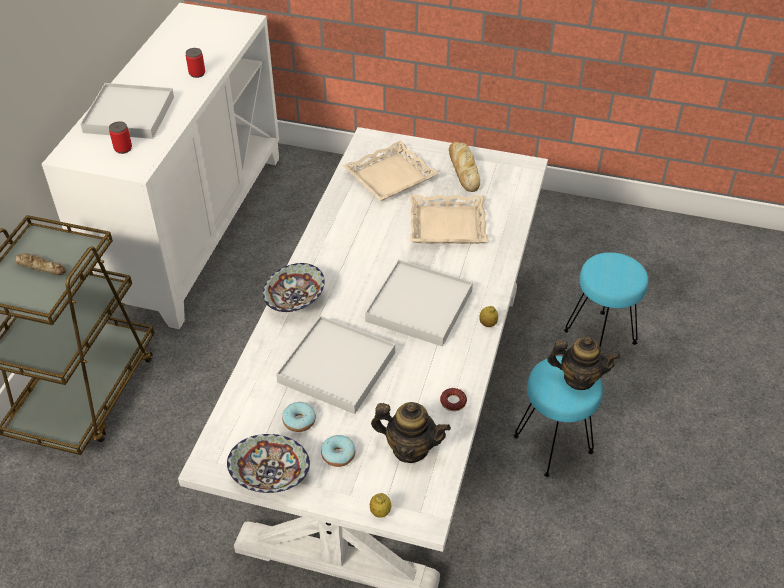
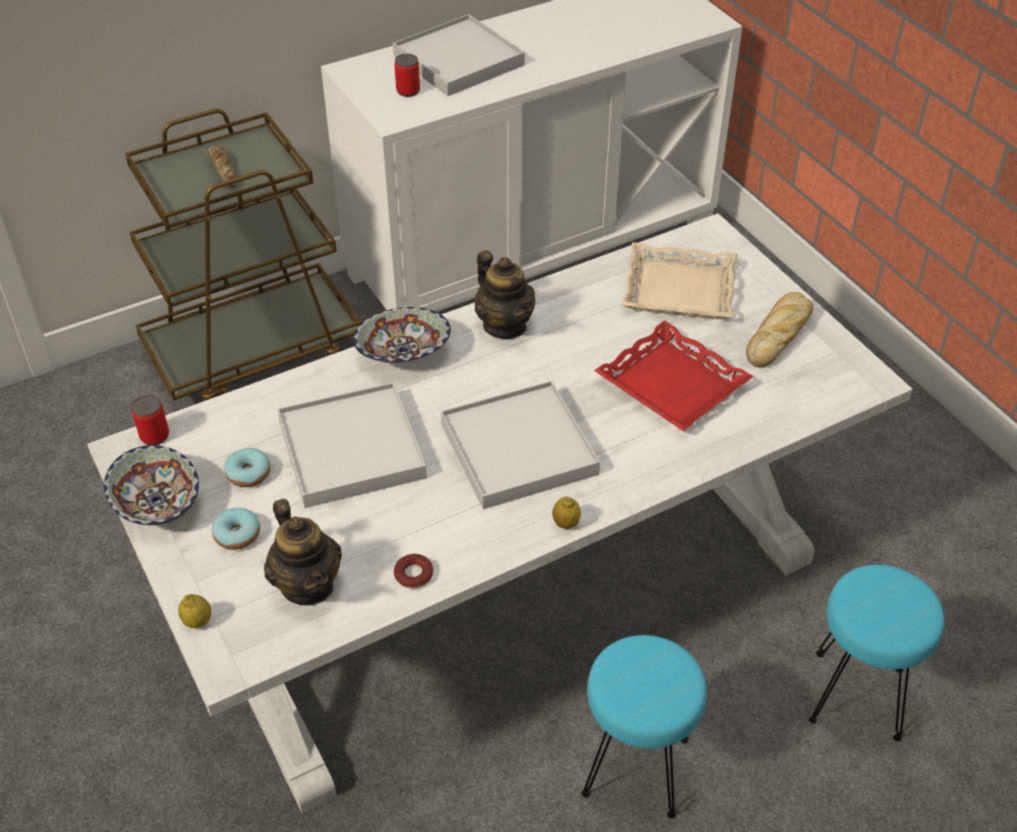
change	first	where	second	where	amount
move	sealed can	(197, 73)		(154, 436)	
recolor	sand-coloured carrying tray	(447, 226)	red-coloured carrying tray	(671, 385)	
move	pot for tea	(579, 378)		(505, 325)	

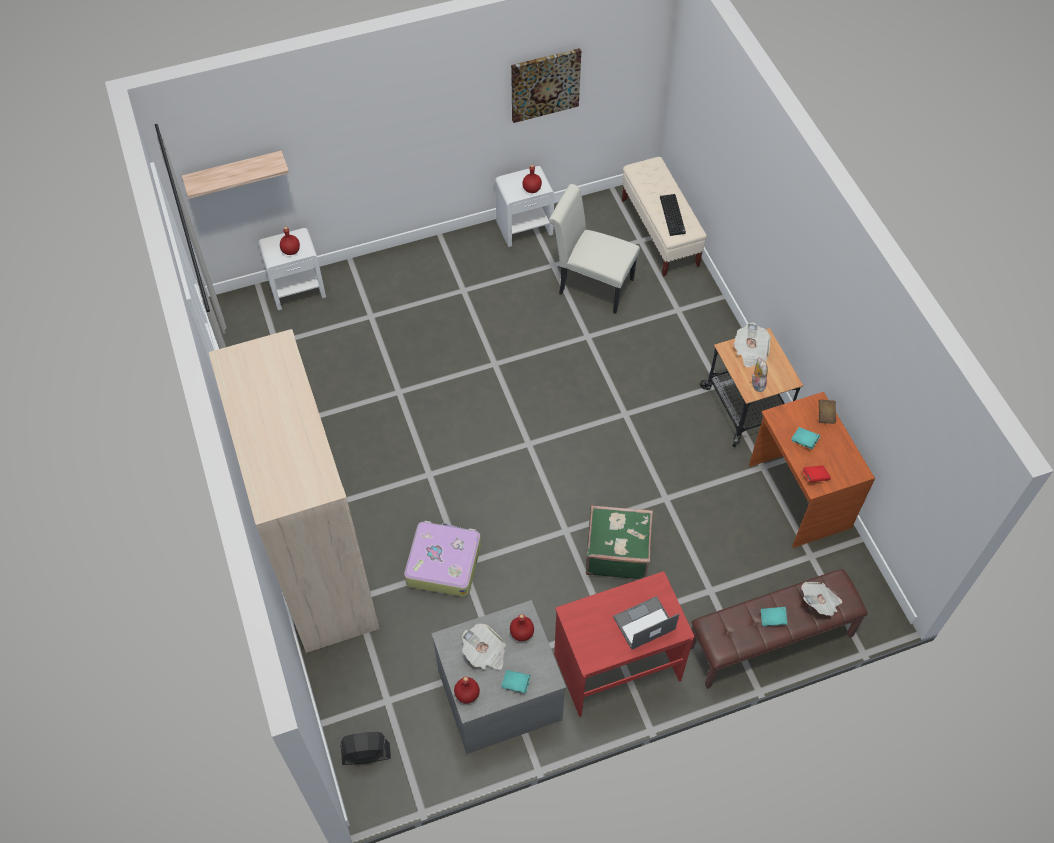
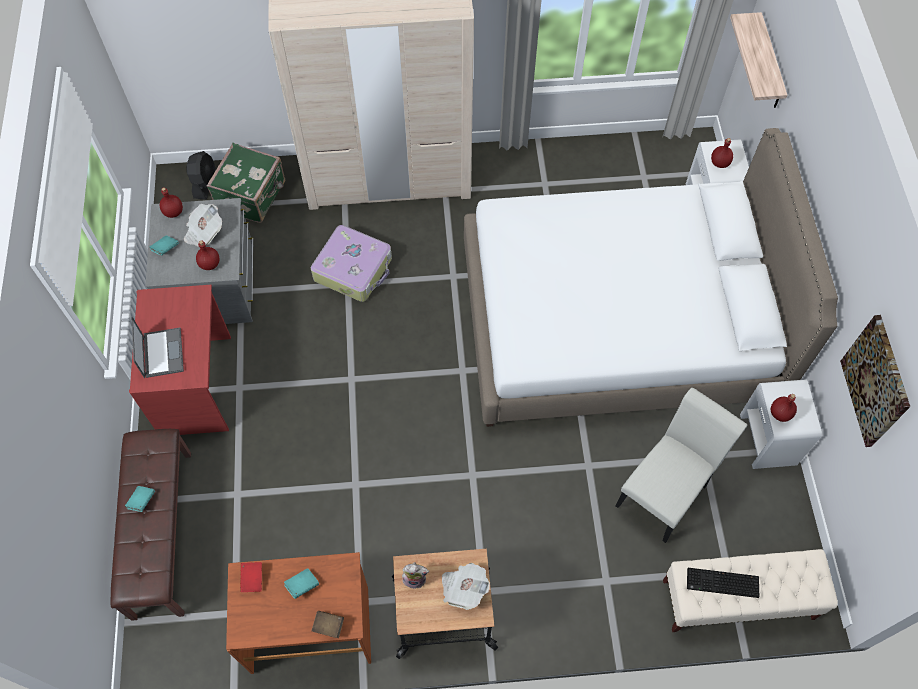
change	first	where	second	where	amount
move	greenish piece of luggage	(616, 551)		(252, 196)	
delete	newspaper	(819, 603)			
insert			white-coloured sleeping bed	(616, 322)	

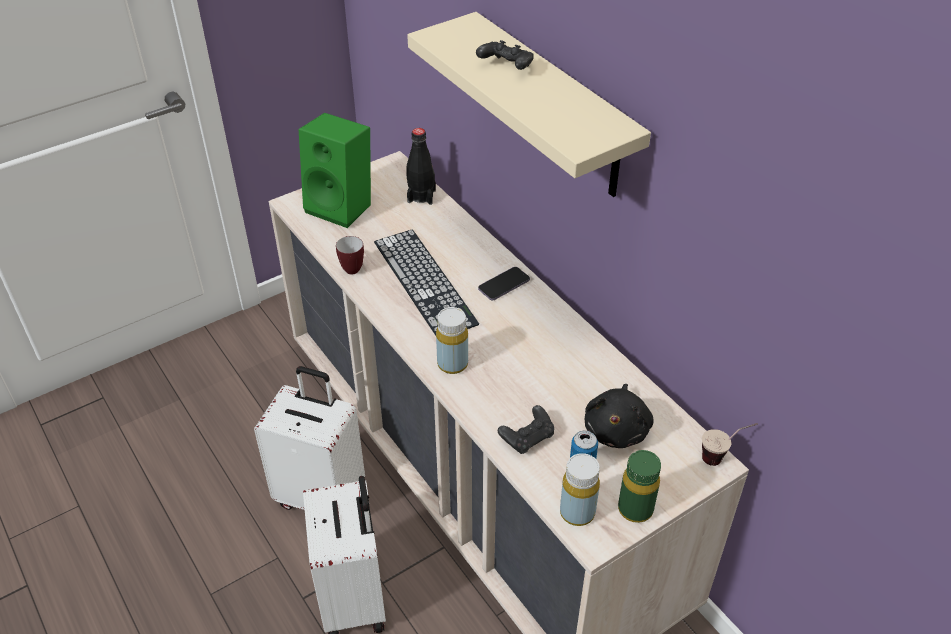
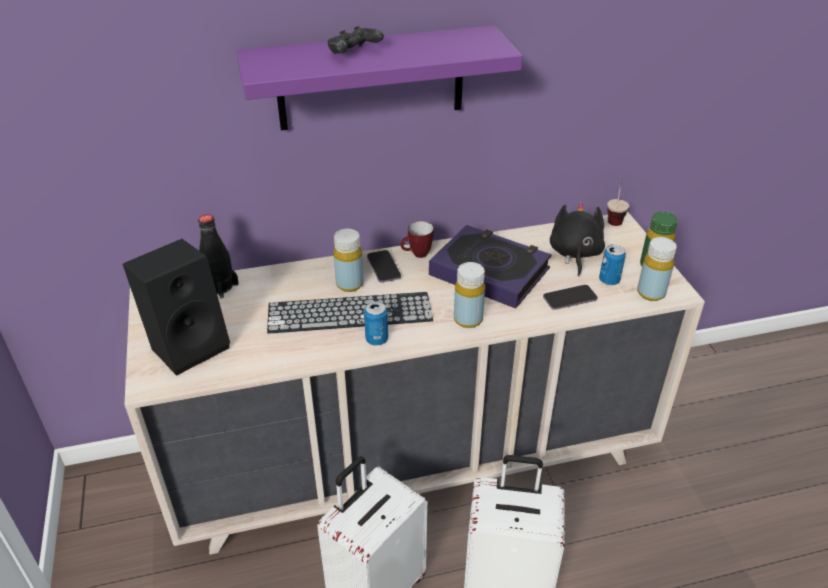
change	first	where	second	where	amount
recolor	greenish audio speaker	(343, 206)	black-coloured audio speaker	(189, 345)	
move	coffee mug	(349, 268)		(417, 255)	
recolor	sand-coloured wall shelf	(553, 107)	purple wall shelf	(371, 79)	
replace	black-coloured gamepad	(527, 438)	handset	(569, 298)	
rotate	black-coloured plush toy	(617, 429)		(574, 254)	120 degrees counterclockwise
insert			yellow-coloured beverage bottle	(349, 284)	
insert			sealed can	(376, 339)	
insert			book	(489, 272)	

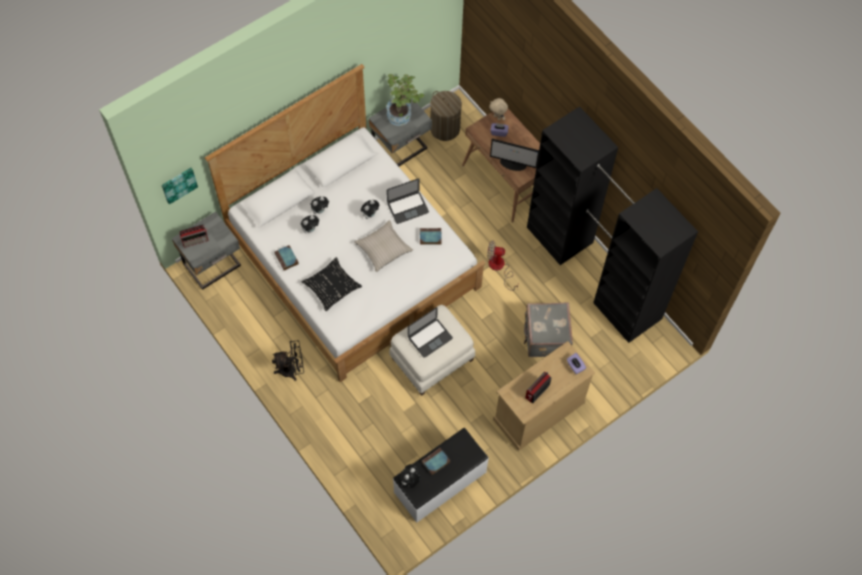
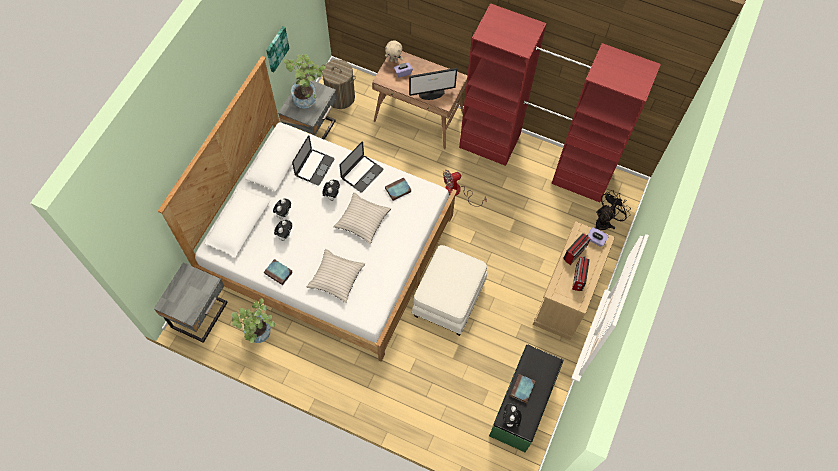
change	first	where	second	where	amount
move	wall picture	(179, 184)		(276, 48)	
move	radio	(196, 240)		(575, 253)	
move	black-coloured electric fan	(292, 370)		(605, 222)	
recolor	black-coloured throw pillow	(331, 286)	sand-coloured throw pillow	(336, 278)	
recolor	white-coloured long seat	(440, 483)	greenish long seat	(523, 404)	
move	notebook computer	(430, 337)		(314, 167)	
delete	greyish piece of luggage	(545, 337)			
recolor	black-coloured wardrobe	(593, 273)	red-coloured wardrobe	(536, 159)	
insert			plant in a pot	(259, 335)	

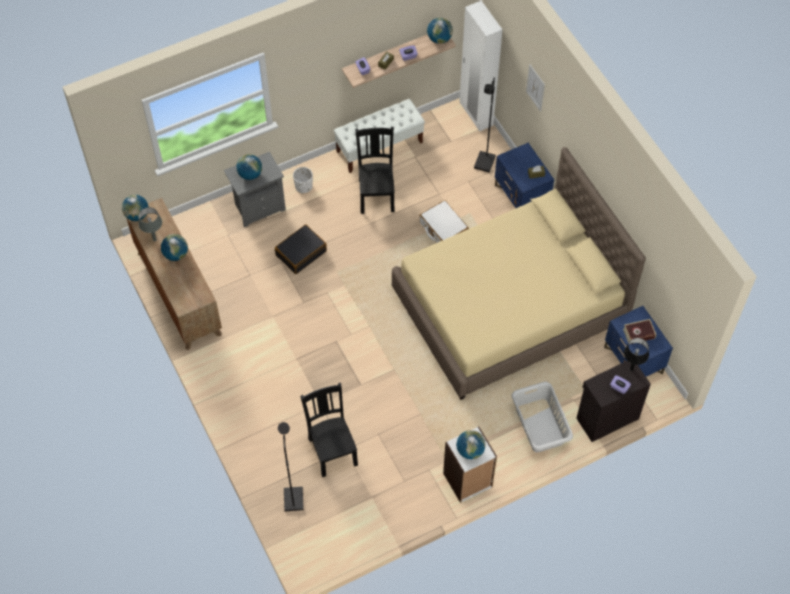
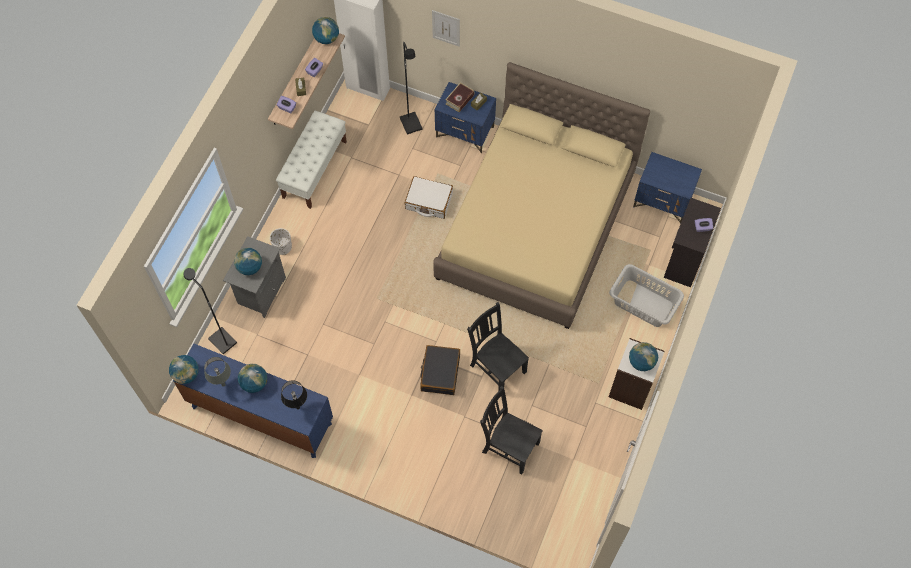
change	first	where	second	where	amount
recolor	brown-coloured drawer chest	(178, 292)	blue-coloured drawer chest	(261, 415)	
move	black-coloured piece of luggage	(301, 253)		(440, 373)	
move	black-coloured standard lamp	(293, 499)		(222, 341)	
move	black-coloured upright chair	(376, 194)		(496, 367)	
move	book	(639, 333)		(459, 99)	
move	black-coloured table lamp	(631, 369)		(298, 407)	

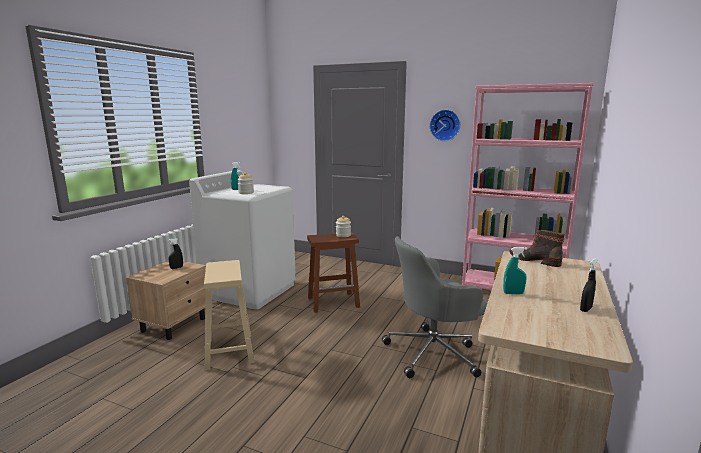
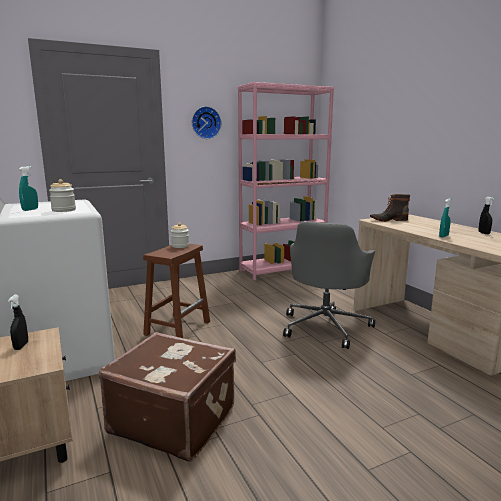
change	first	where	second	where	amount
replace	sand-coloured sitting stool	(229, 350)	brown-coloured piece of luggage	(174, 419)	

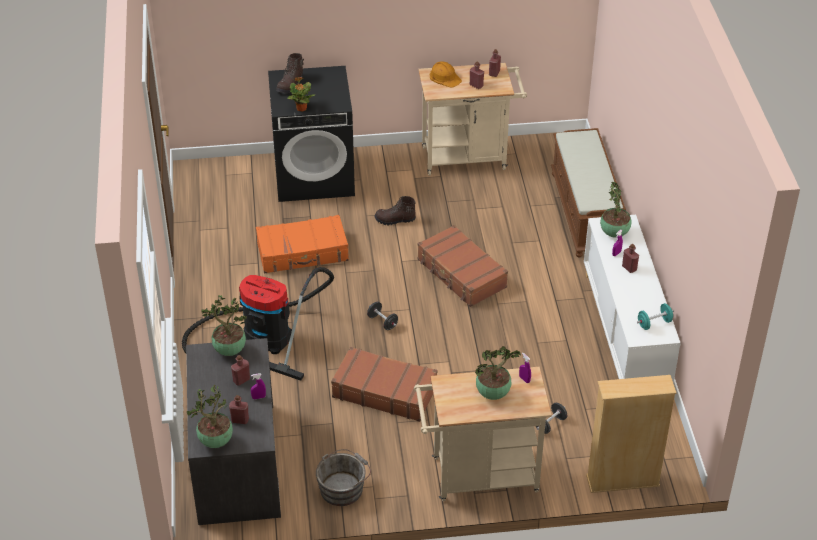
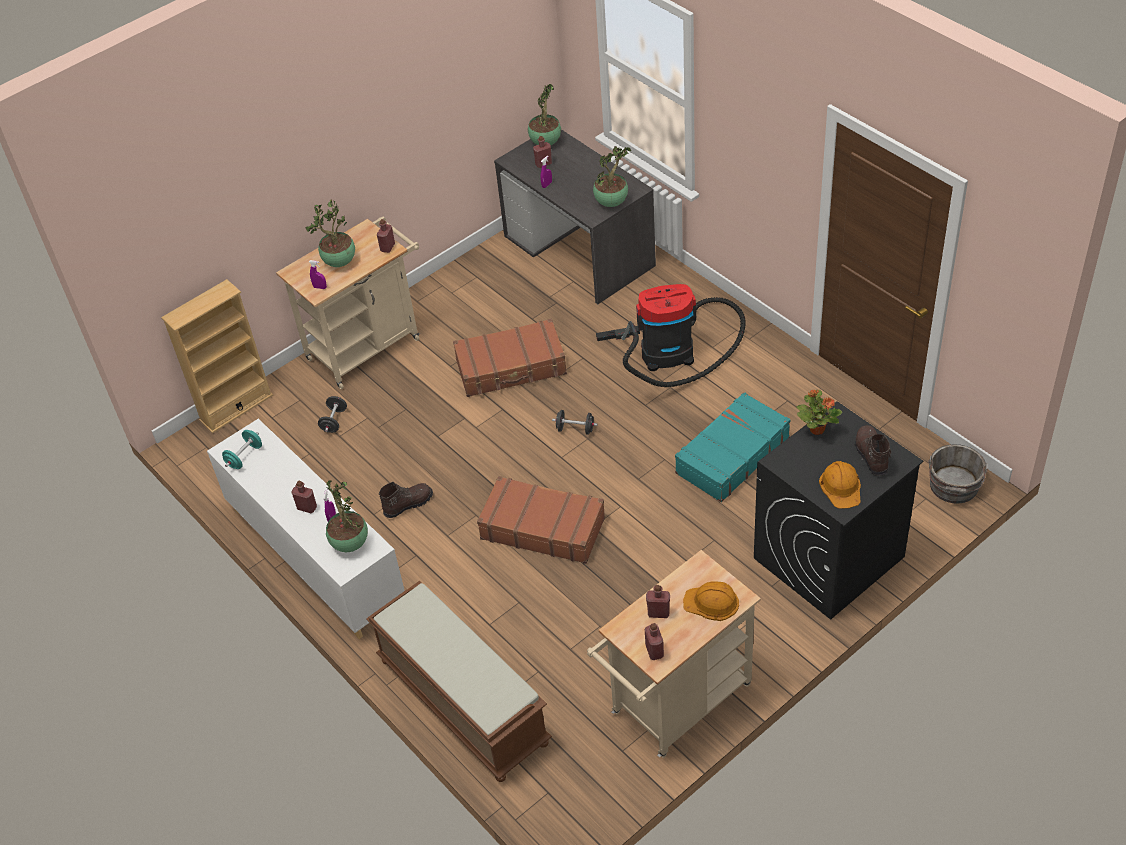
change	first	where	second	where	amount
move	red-coloured beverage bottle	(241, 380)		(387, 247)	
recolor	orangey piece of luggage	(303, 253)	turquoise-coloured piece of luggage	(731, 455)	
move	greyish bucket	(343, 487)		(953, 487)	
move	brown-coloured high-top boot	(395, 220)		(408, 504)	
insert			orangey work helmet	(841, 486)	

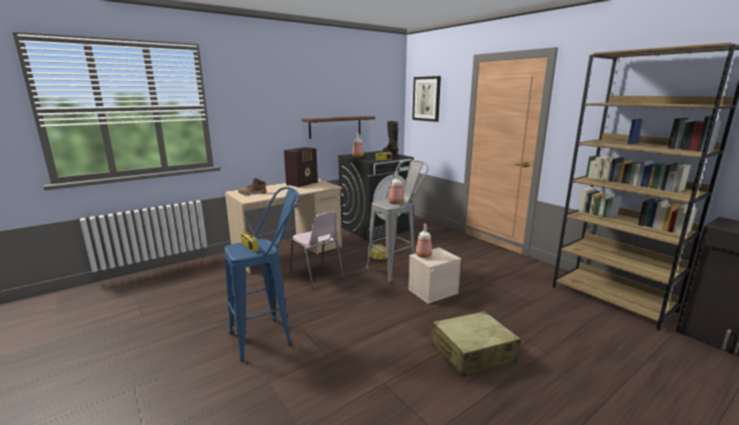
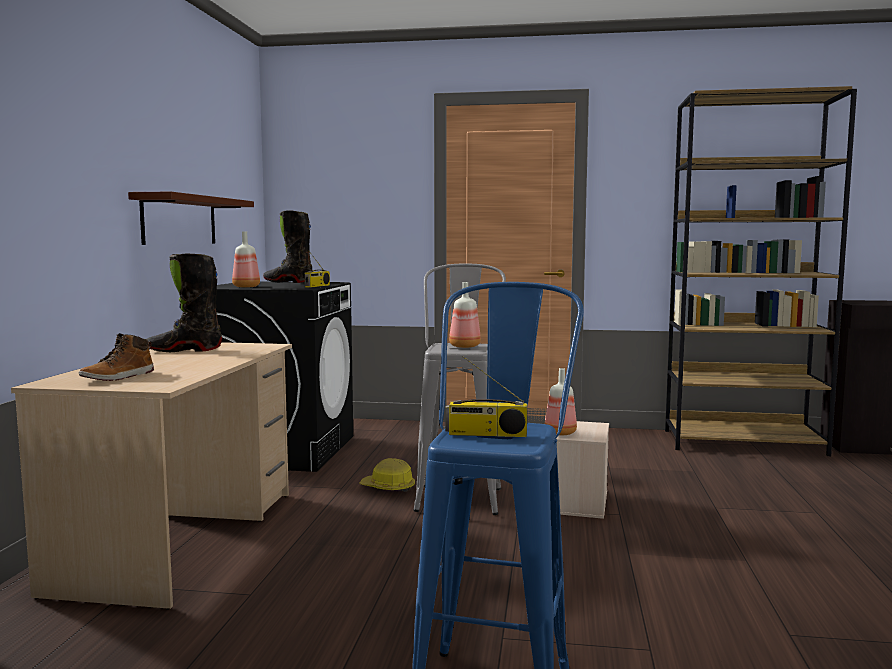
change	first	where	second	where	amount
replace	radio	(303, 183)	black-coloured high-top boot	(184, 350)	
delete	pink-coloured upright chair	(317, 276)			
delete	wall picture	(426, 99)			
delete	sand-coloured piece of luggage	(472, 353)			

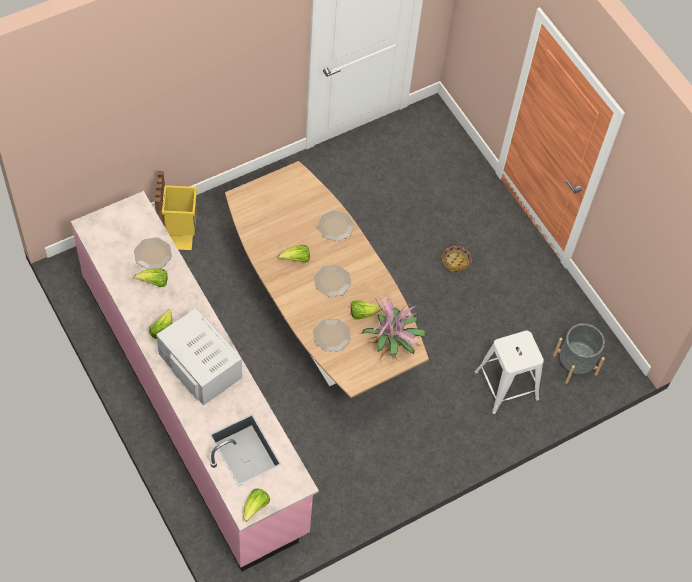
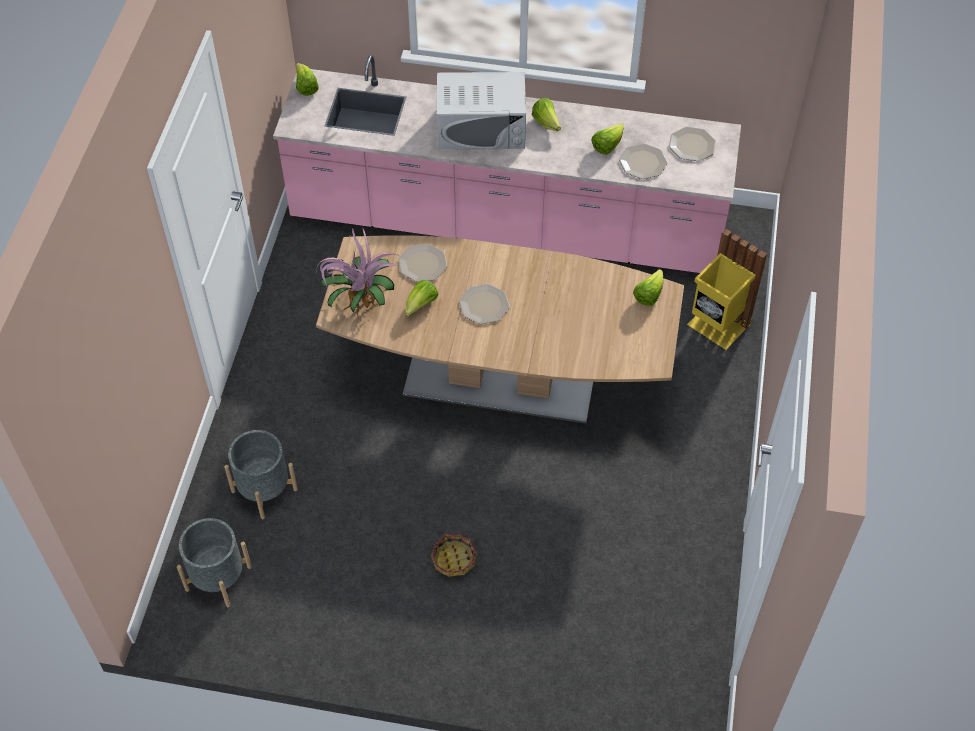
change	first	where	second	where	amount
move	lettuce head	(296, 259)		(648, 295)	
move	plate	(335, 226)		(691, 144)	
replace	white-coloured sitting stool	(506, 386)	greyish flower pot	(264, 490)	

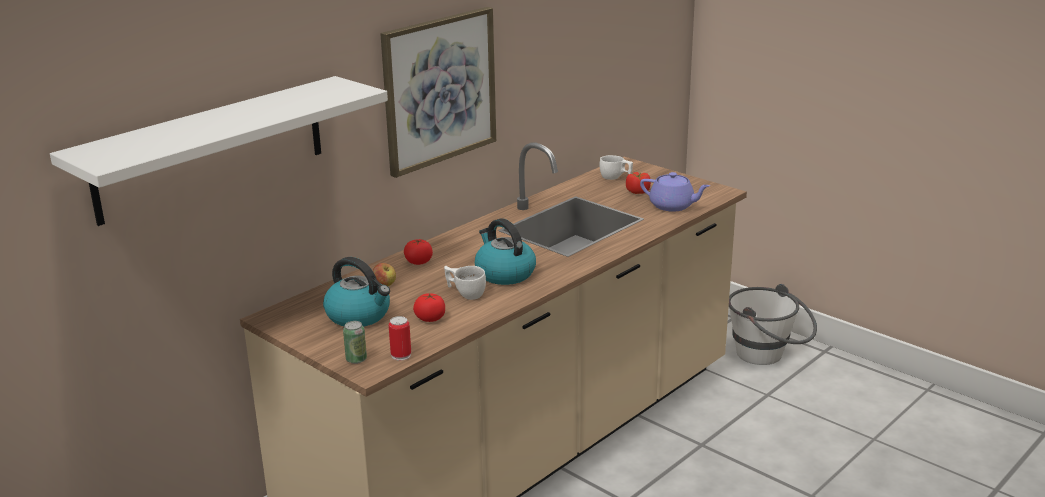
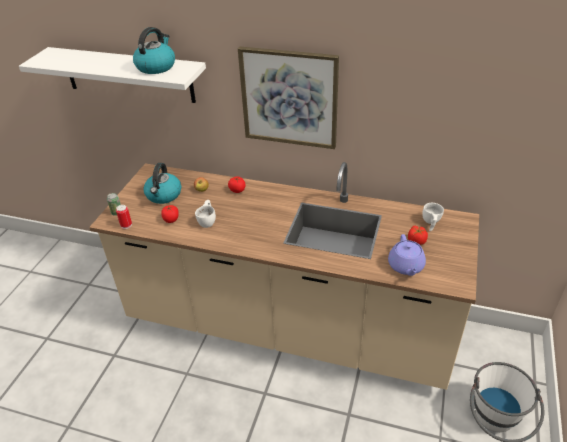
change	first	where	second	where	amount
move	tea kettle	(504, 273)		(156, 66)	

